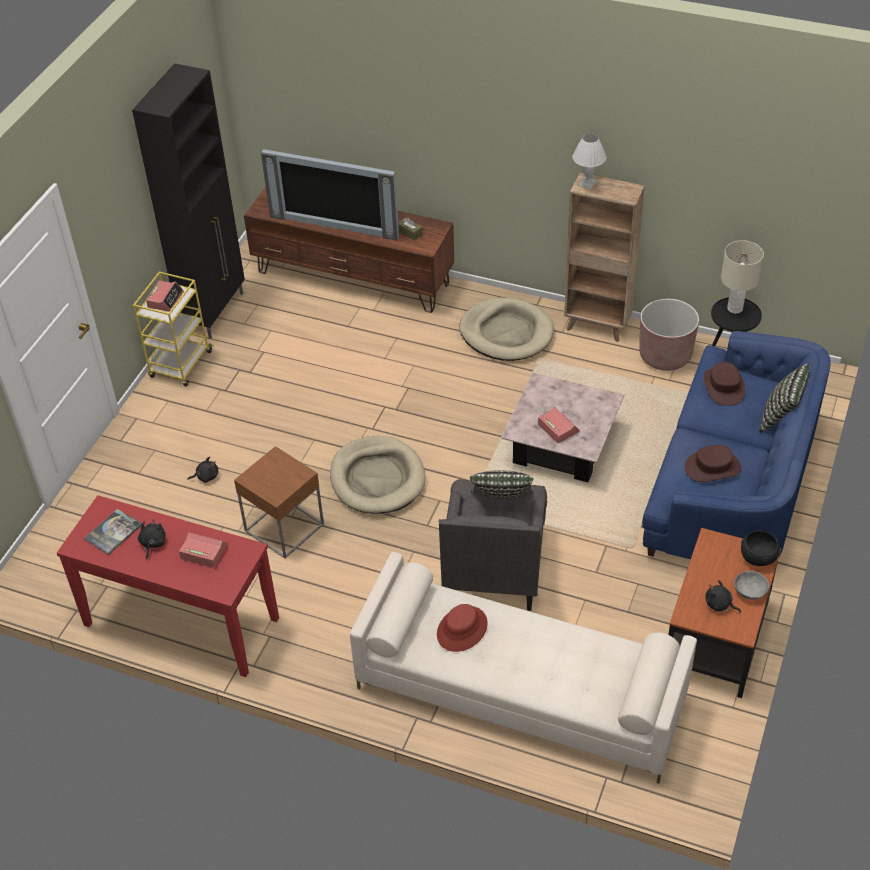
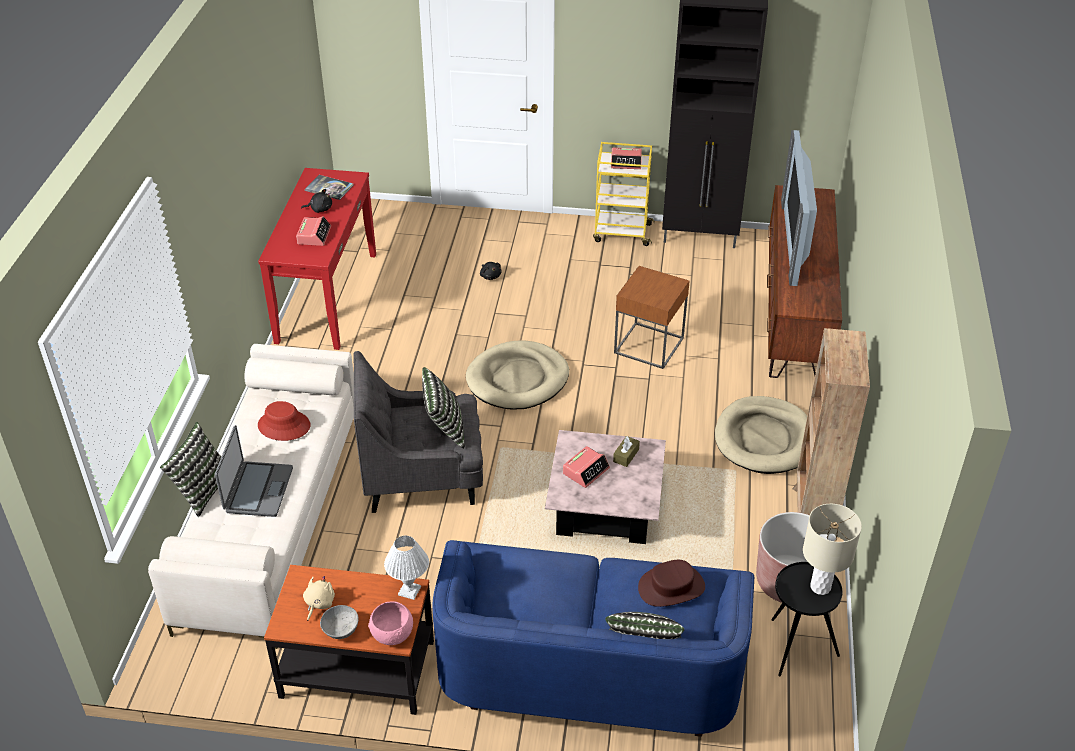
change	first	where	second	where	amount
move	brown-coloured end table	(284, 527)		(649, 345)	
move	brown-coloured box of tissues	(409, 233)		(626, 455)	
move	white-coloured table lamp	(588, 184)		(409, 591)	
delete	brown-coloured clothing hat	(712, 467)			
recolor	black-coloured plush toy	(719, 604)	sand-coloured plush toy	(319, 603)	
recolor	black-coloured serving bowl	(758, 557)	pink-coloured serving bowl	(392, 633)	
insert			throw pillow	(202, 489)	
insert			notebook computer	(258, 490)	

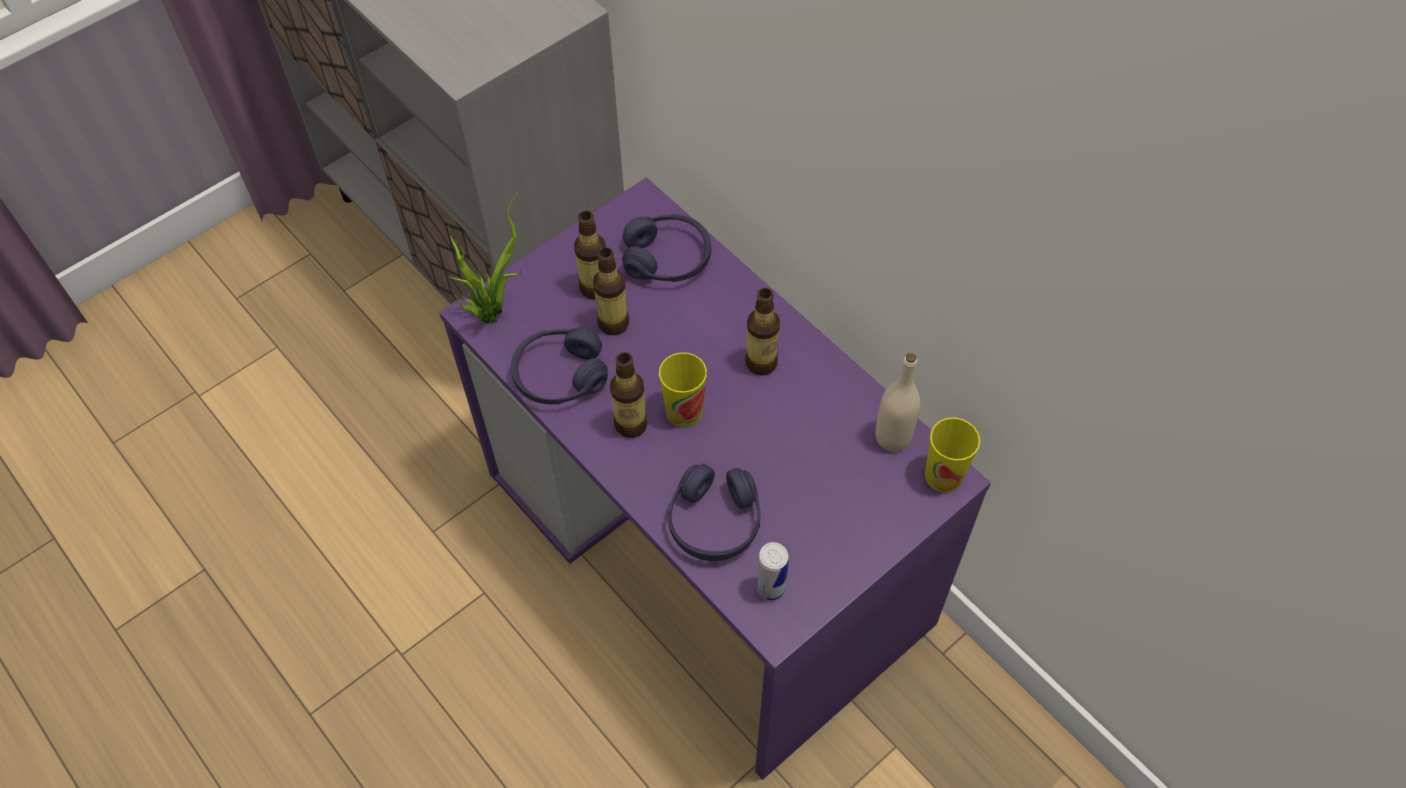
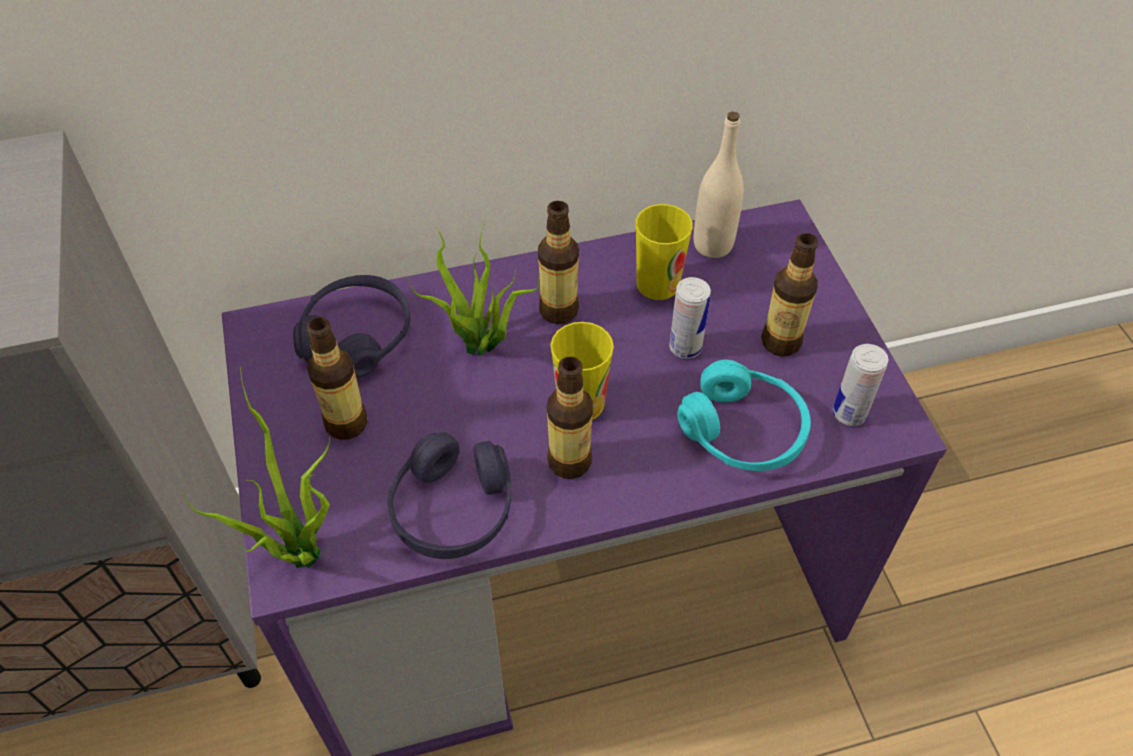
change	first	where	second	where	amount
move	beverage bottle	(613, 323)		(781, 342)	
recolor	purple pair of headphones	(714, 521)	turquoise-coloured pair of headphones	(743, 431)	
move	cup	(943, 475)		(657, 284)	
insert			plant in a pot	(480, 348)	
insert			sealed can	(685, 347)	

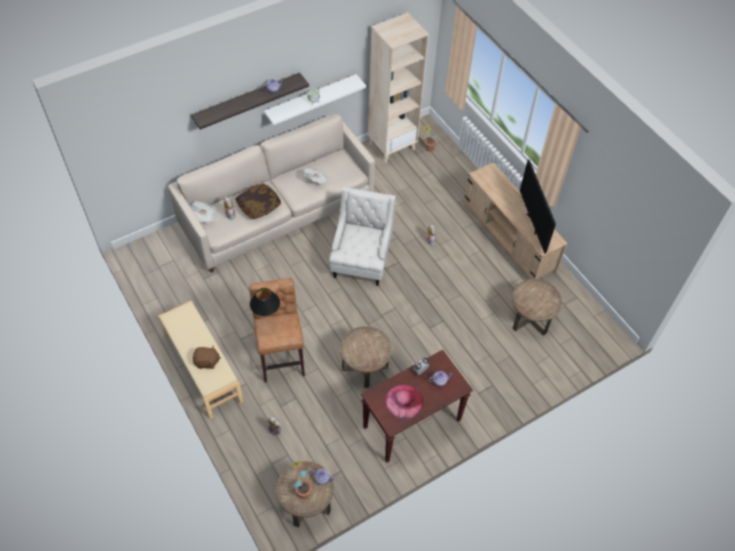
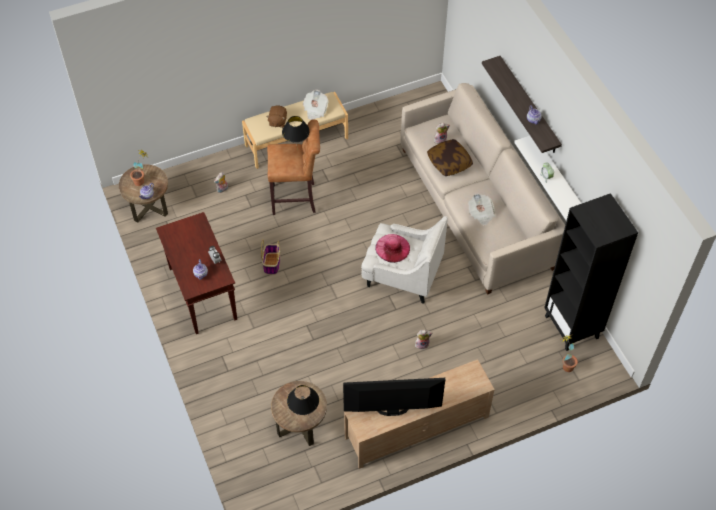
change	first	where	second	where	amount
move	newspaper	(205, 217)		(315, 110)	
replace	brown-coloured end table	(365, 367)	basket	(271, 263)	
recolor	sand-coloured bookcase	(392, 146)	black-coloured bookcase	(572, 327)	
move	pink-coloured clothing hat	(404, 401)		(392, 248)	
insert			black-coloured table lamp	(304, 415)	

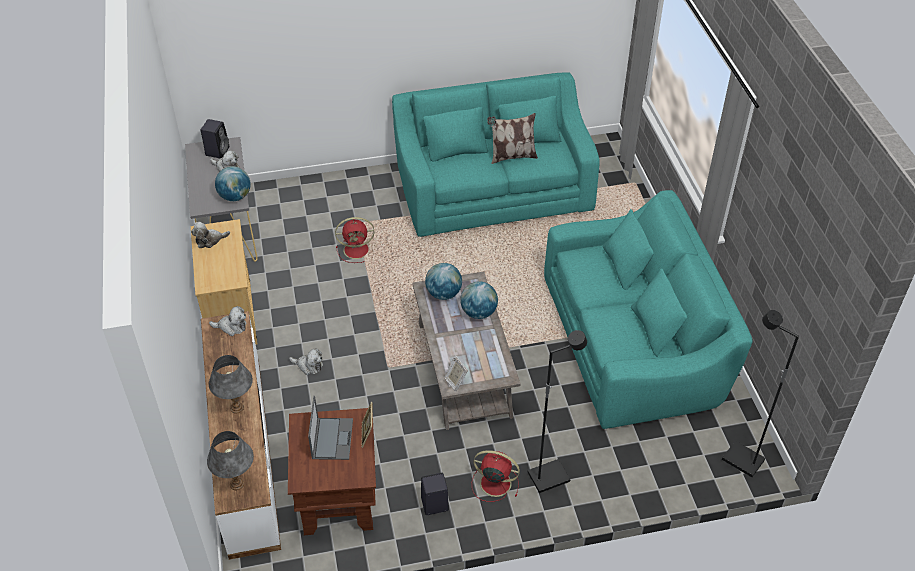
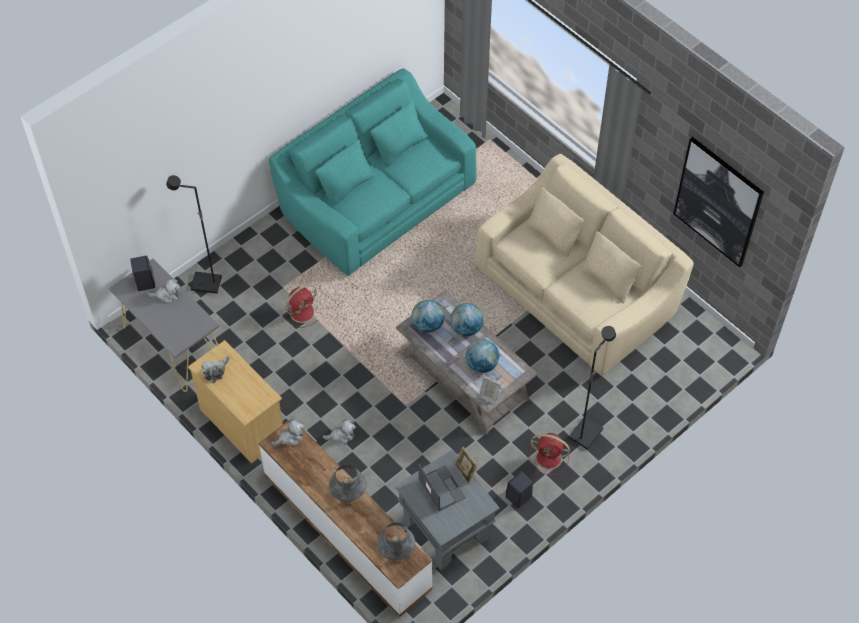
change	first	where	second	where	amount
move	world globe	(235, 196)		(482, 364)	
recolor	brown-coloured end table	(338, 499)	greyish end table	(446, 530)	
rotate	red-coloured electric fan	(494, 483)		(549, 458)	150 degrees counterclockwise
delete	throw pillow	(512, 156)			
recolor	turquoise-coloured couch	(633, 341)	sand-coloured couch	(577, 290)	
move	black-coloured standard lamp	(742, 460)		(205, 284)	
insert			wall picture	(718, 202)	

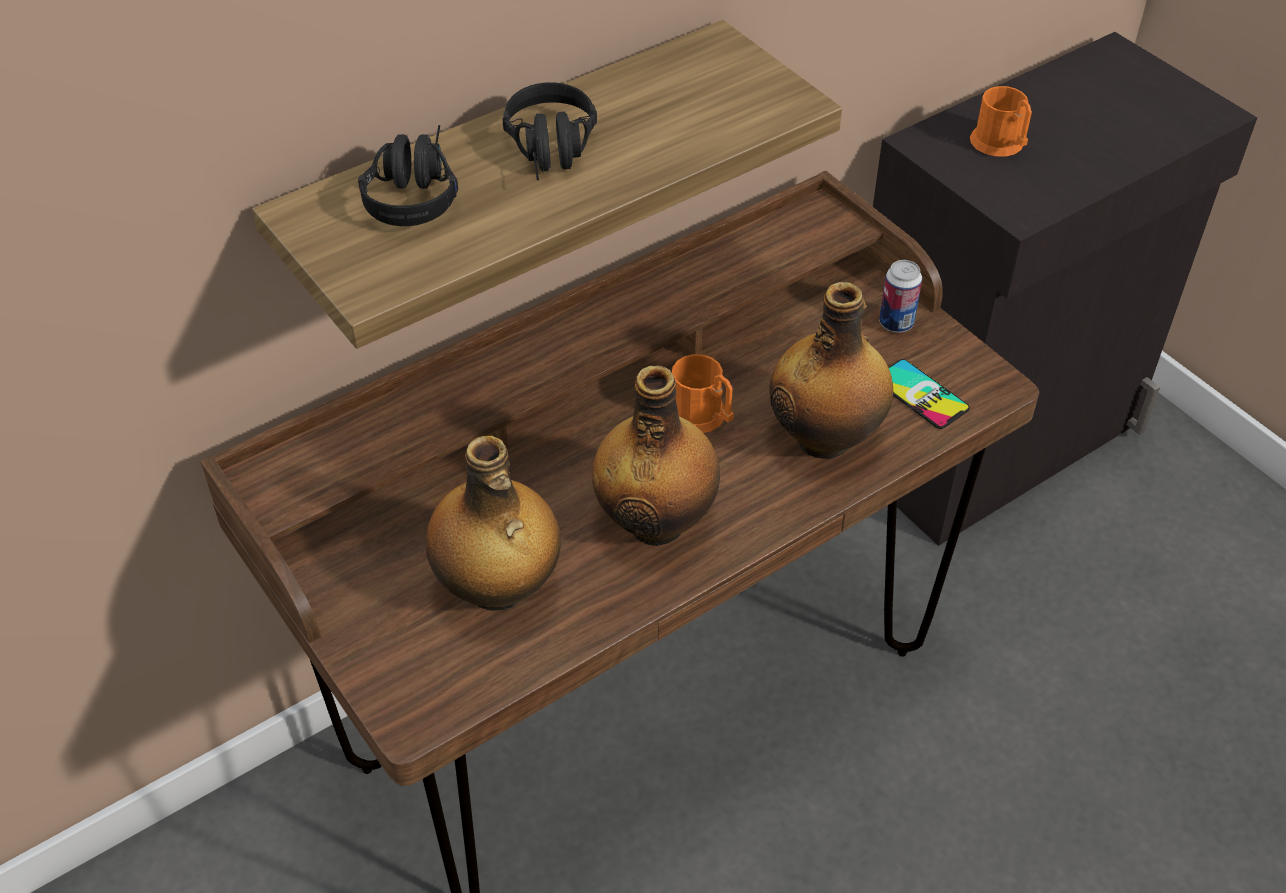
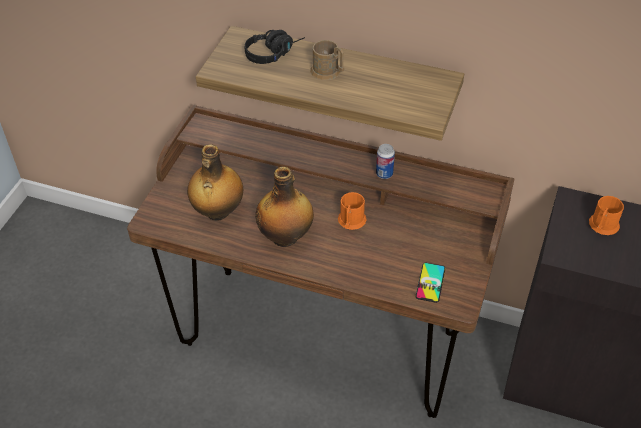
change	first	where	second	where	amount
replace	black-coloured pair of headphones	(553, 153)	brown-coloured coffee mug	(328, 72)	
delete	beverage bottle	(826, 438)			
move	sealed can	(896, 323)		(384, 174)	

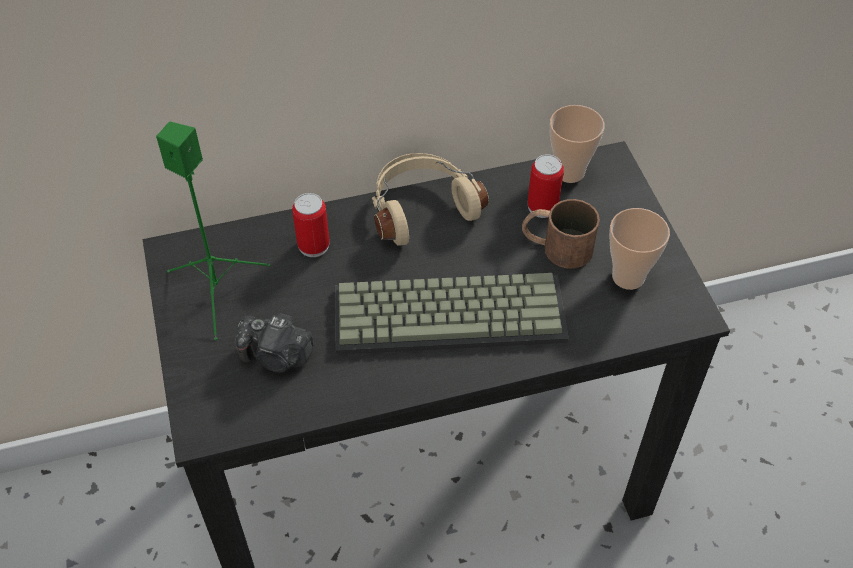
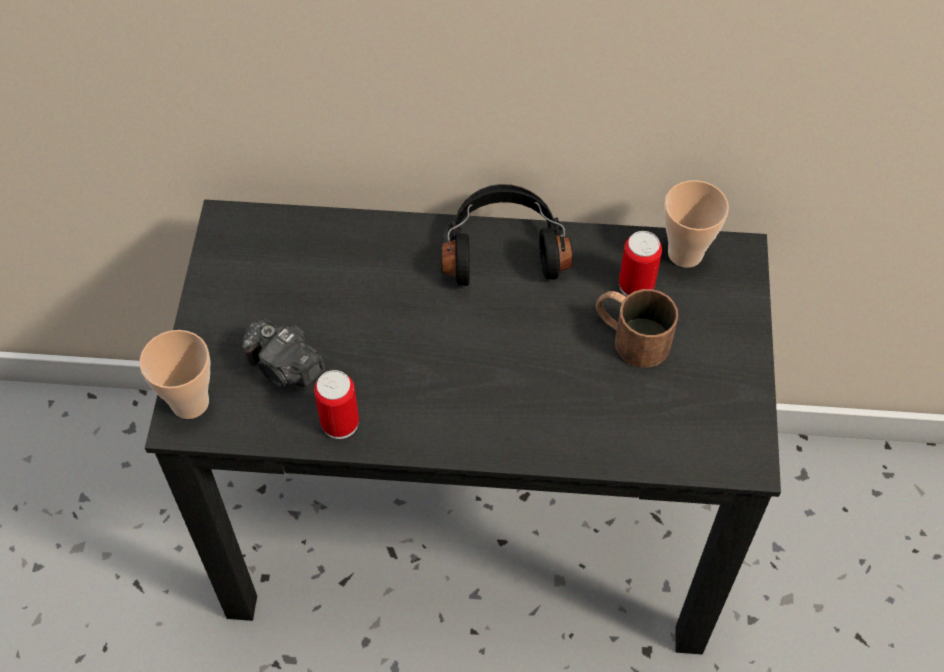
change	first	where	second	where	amount
delete	greenish audio speaker	(218, 290)			
move	sealed can	(313, 245)		(340, 423)	
delete	keyboard	(451, 312)			
recolor	sand-coloured pair of headphones	(421, 207)	black-coloured pair of headphones	(503, 248)	
move	cup	(628, 277)		(190, 403)	

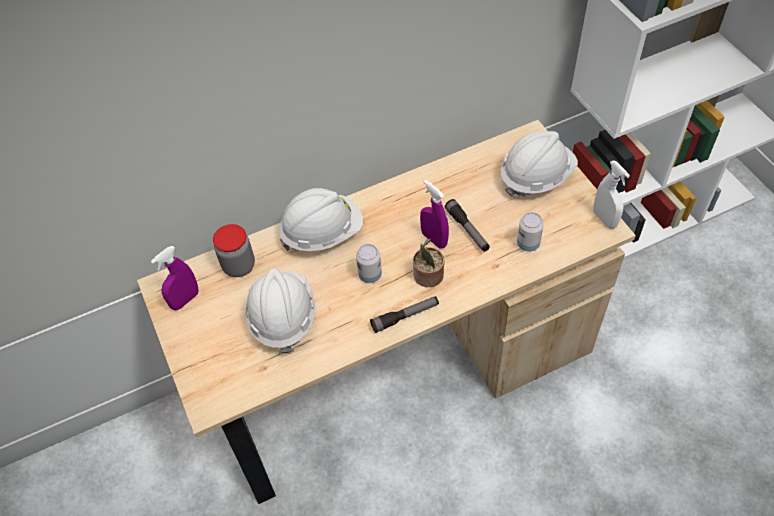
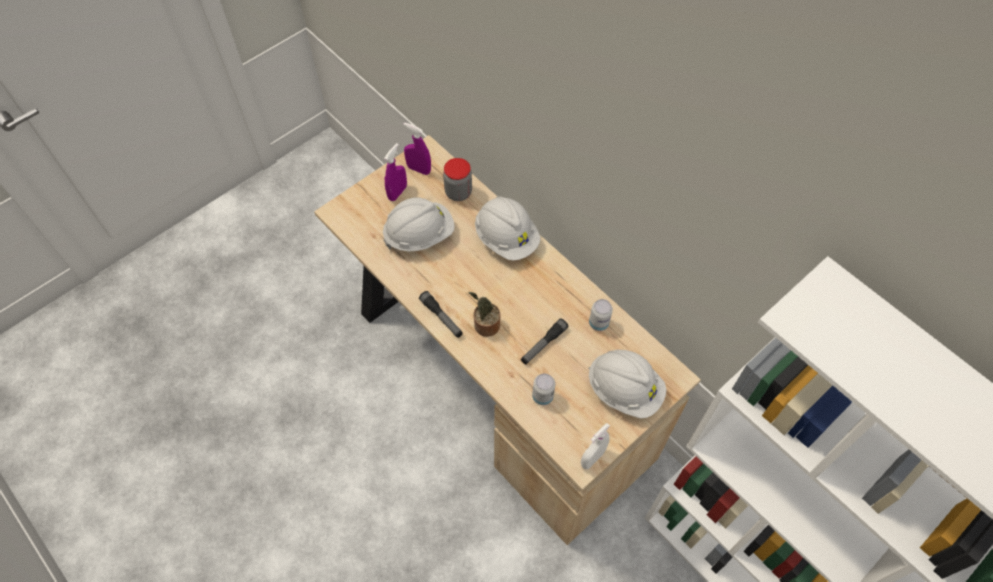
change	first	where	second	where	amount
move	sealed can	(370, 275)		(598, 323)	
move	purple spray bottle	(434, 239)		(397, 192)	

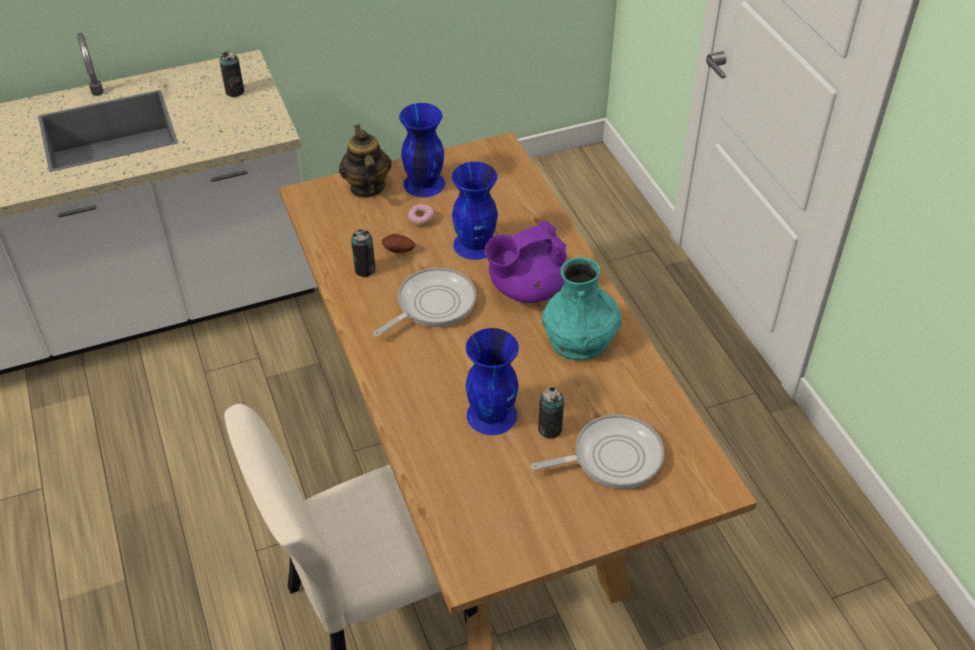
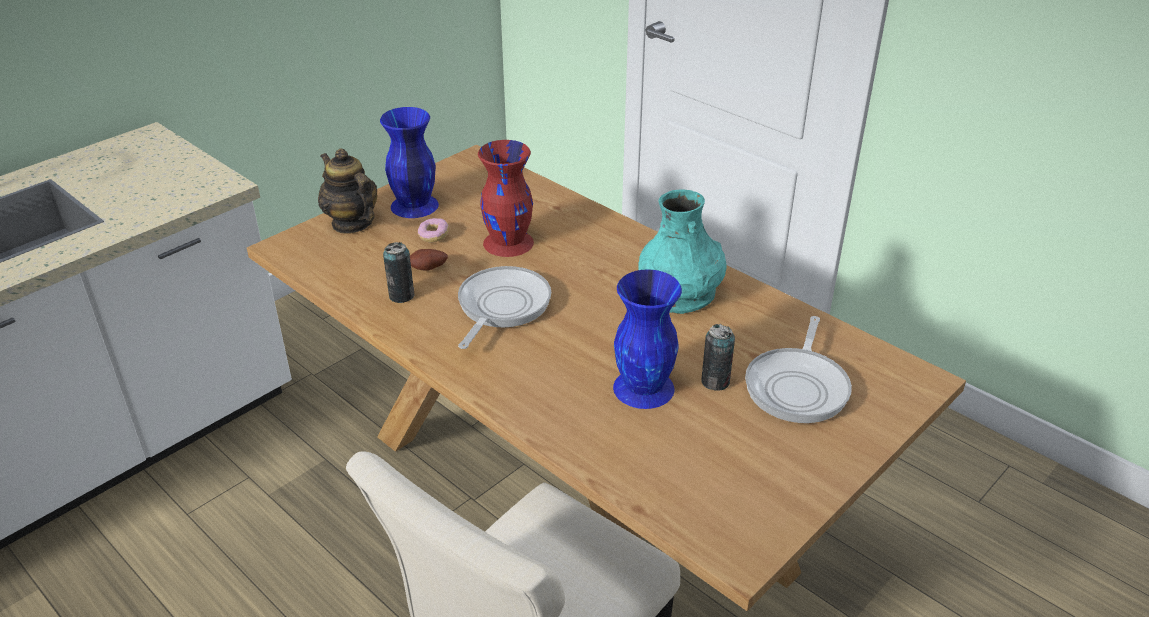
change	first	where	second	where	amount
delete	sealed can	(235, 91)			
recolor	blue-coloured flower vase	(475, 245)	red-coloured flower vase	(509, 243)	
delete	purple pot for tea	(526, 289)			
rotate	frying pan	(612, 457)		(798, 386)	150 degrees clockwise

